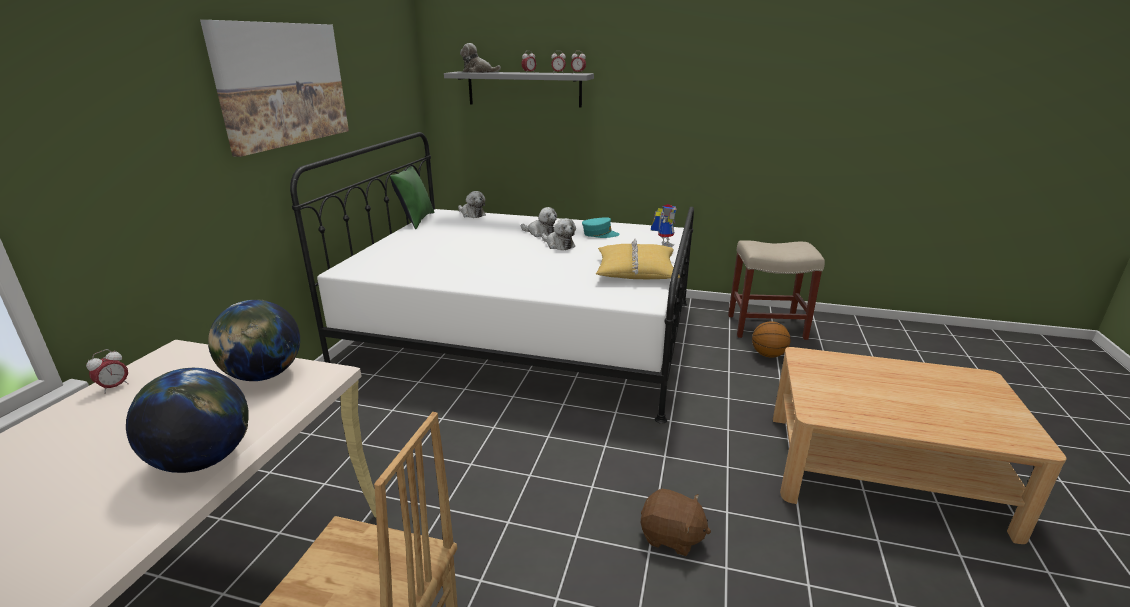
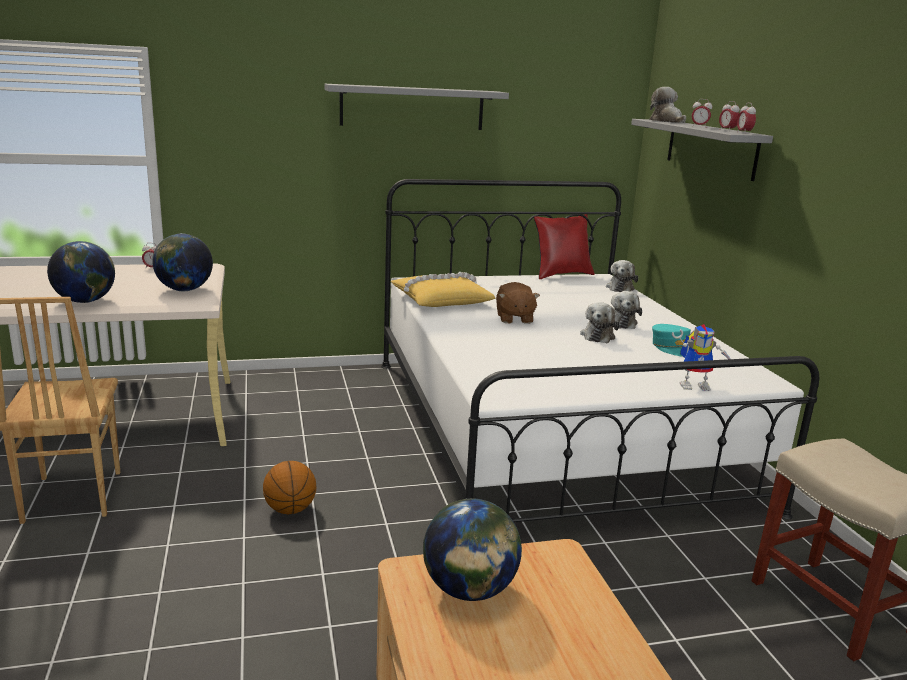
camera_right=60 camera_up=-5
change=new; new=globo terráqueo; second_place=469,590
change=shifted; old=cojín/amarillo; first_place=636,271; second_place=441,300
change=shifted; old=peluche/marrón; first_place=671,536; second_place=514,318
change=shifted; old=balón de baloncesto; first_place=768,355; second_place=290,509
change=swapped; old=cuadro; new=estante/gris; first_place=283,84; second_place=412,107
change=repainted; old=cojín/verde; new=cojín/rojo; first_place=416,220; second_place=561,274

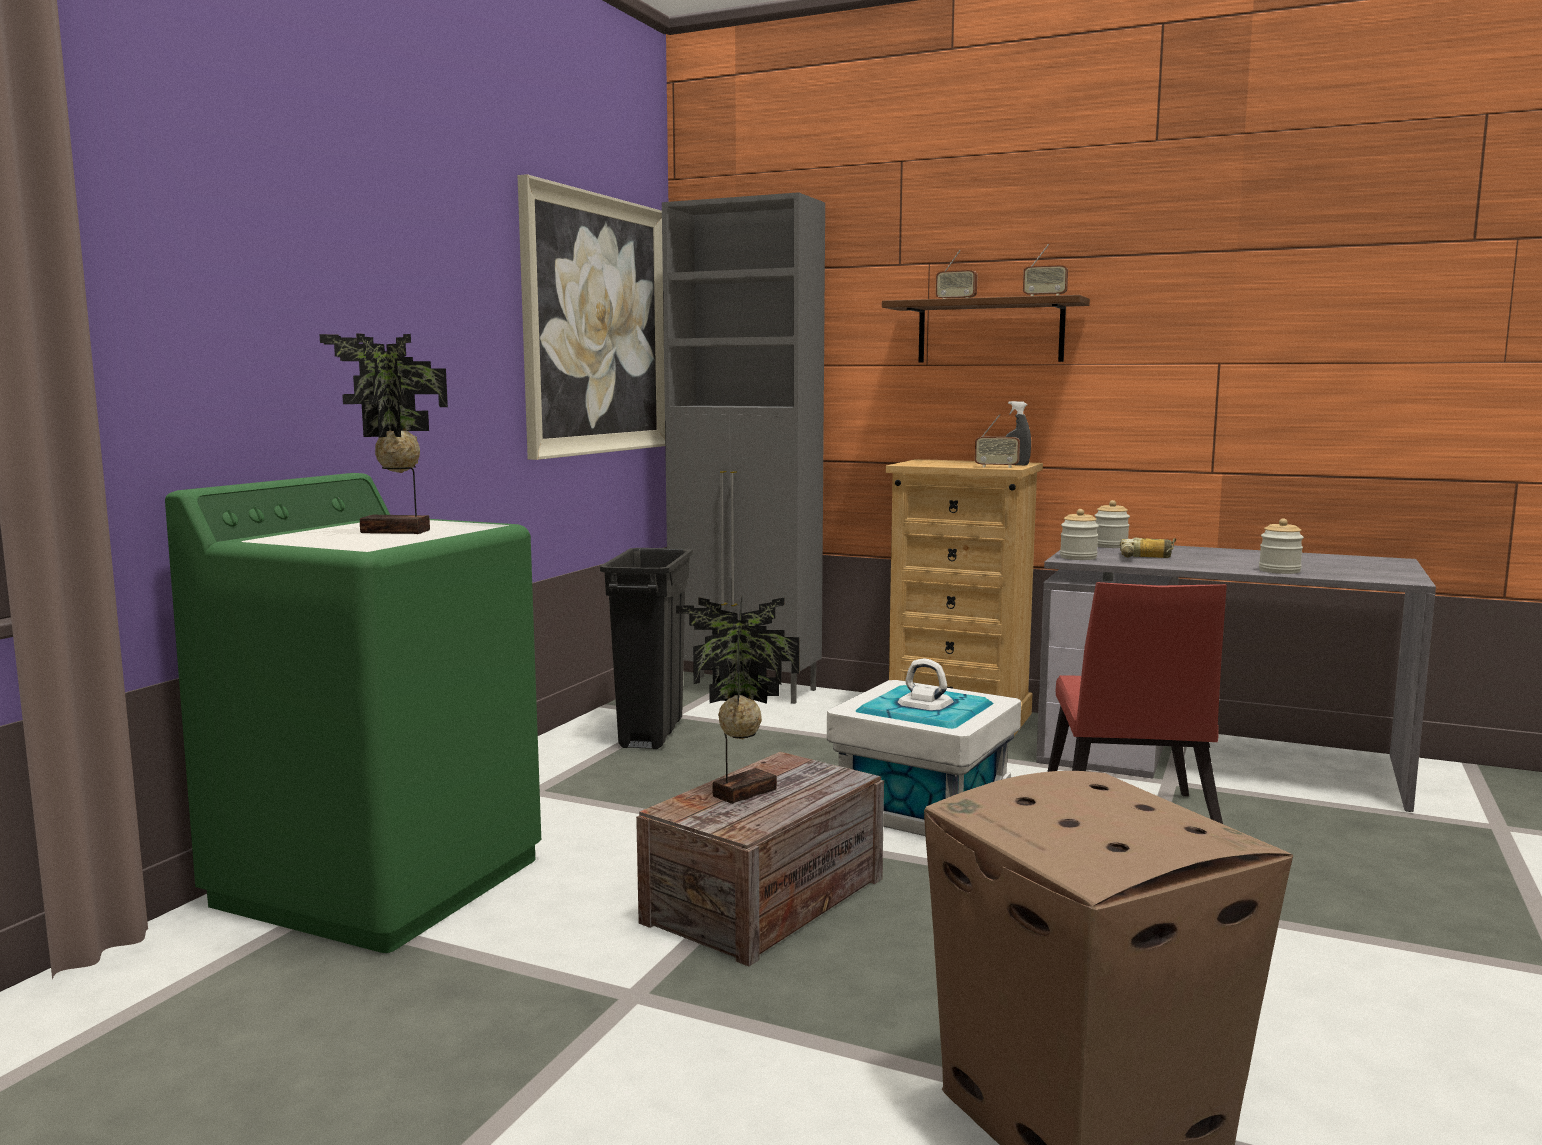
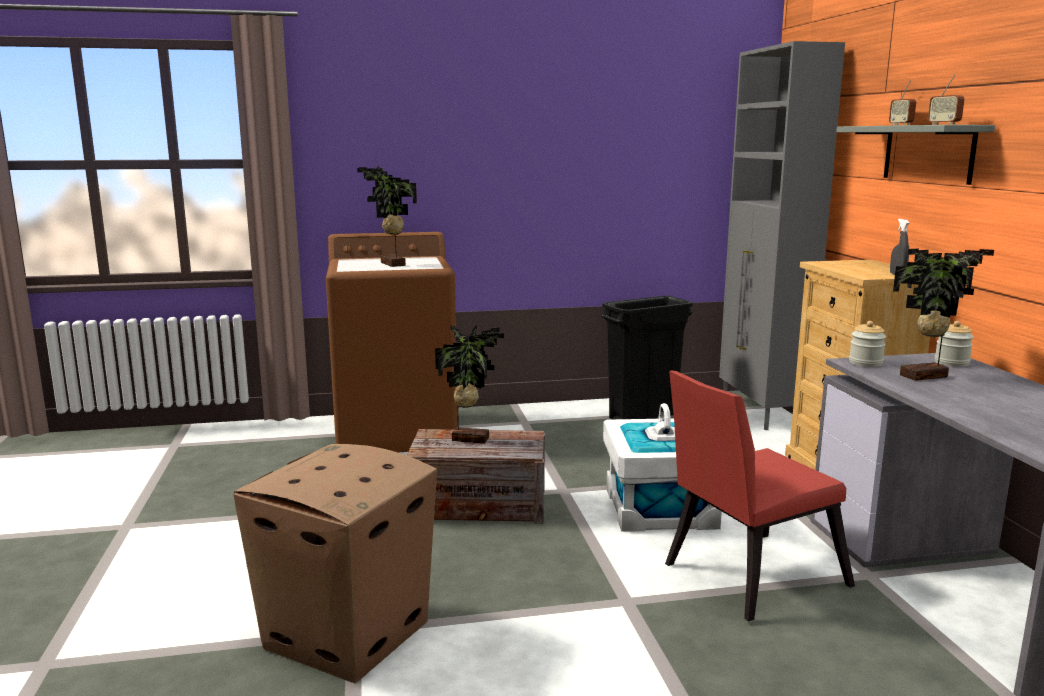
camera_right=55 camera_up=5
change=gone; old=cuadro; first_place=597,326
change=gone; old=radio; first_place=996,467
change=gone; old=tarro; first_place=1279,571
change=swapped; old=taladro; new=planta en maceta; first_place=1147,557; second_place=926,377
change=repainted; old=lavadora/verde; new=lavadora/marrón; first_place=381,880; second_place=397,432
change=repainted; old=estante/marrón; new=estante/gris; first_place=990,331; second_place=928,153

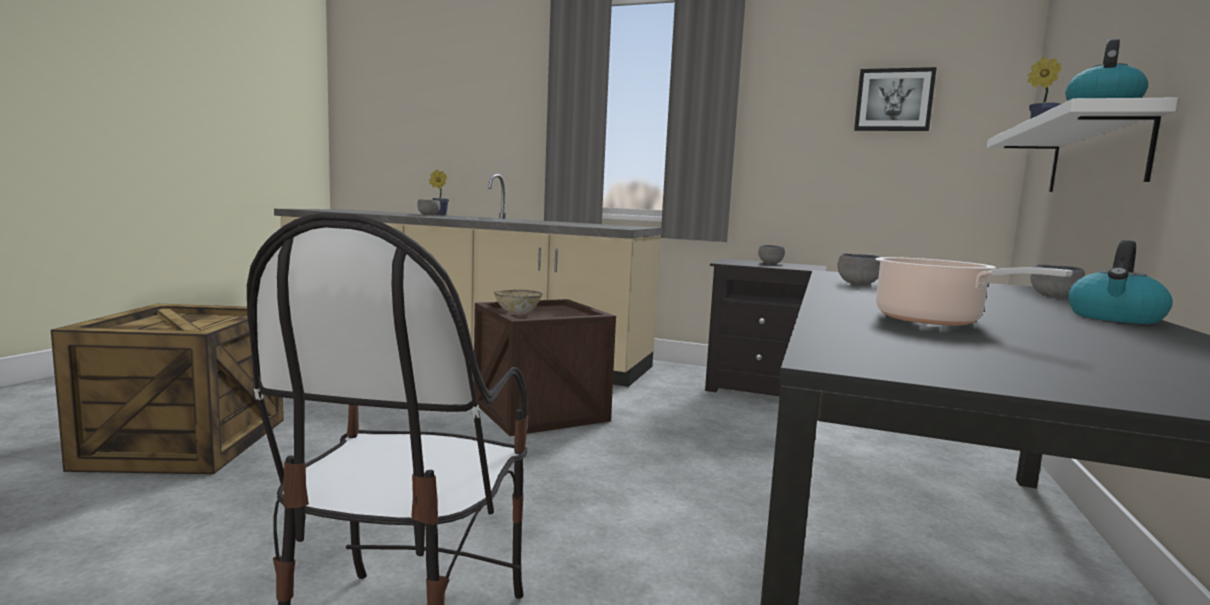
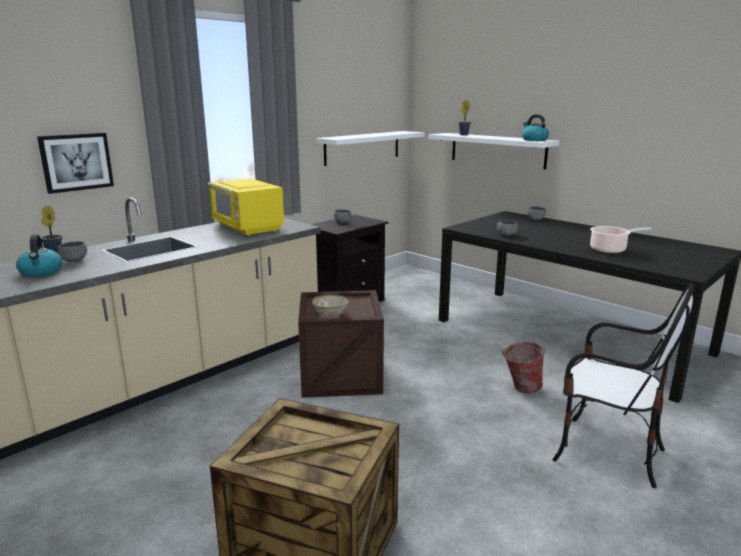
camera_right=-65 camera_up=10
change=new; new=microondas/amarillo; second_place=247,227
change=new; new=estante/blanco; second_place=362,147
change=new; new=cubo; second_place=520,388
change=shifted; old=cuadro; first_place=893,100; second_place=76,162
change=shifted; old=hervidor; first_place=1115,318; second_place=41,272

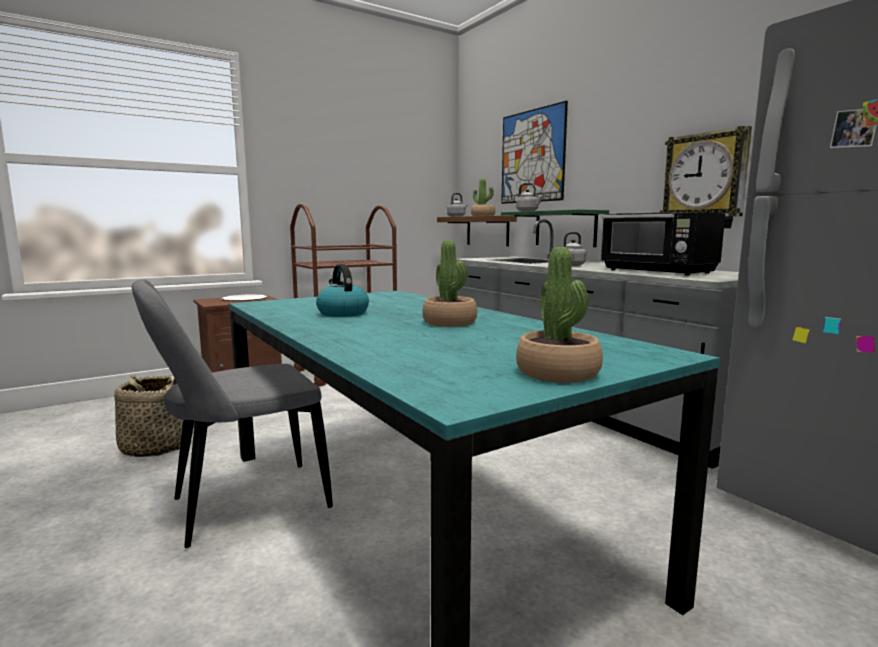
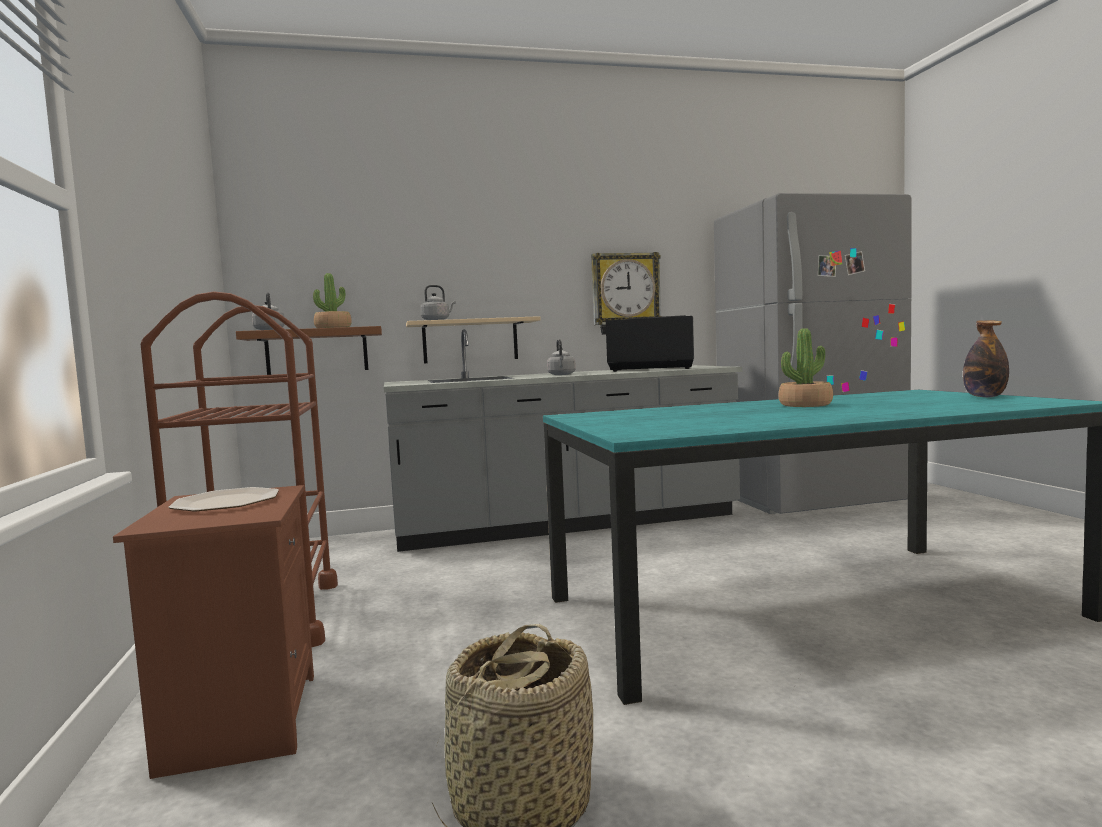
camera_right=-70 camera_up=-5
change=gone; old=silla/gris; first_place=243,505
change=gone; old=hervidor; first_place=342,313
change=gone; old=cuadro; first_place=532,156
change=swapped; old=planta en maceta; new=botella; first_place=558,373; second_place=985,396
change=repainted; old=estante/verde; new=estante/beis; first_place=565,228; second_place=470,341
change=rotated; old=microondas/negro; first_place=658,271; second_place=650,369; degrees=-150

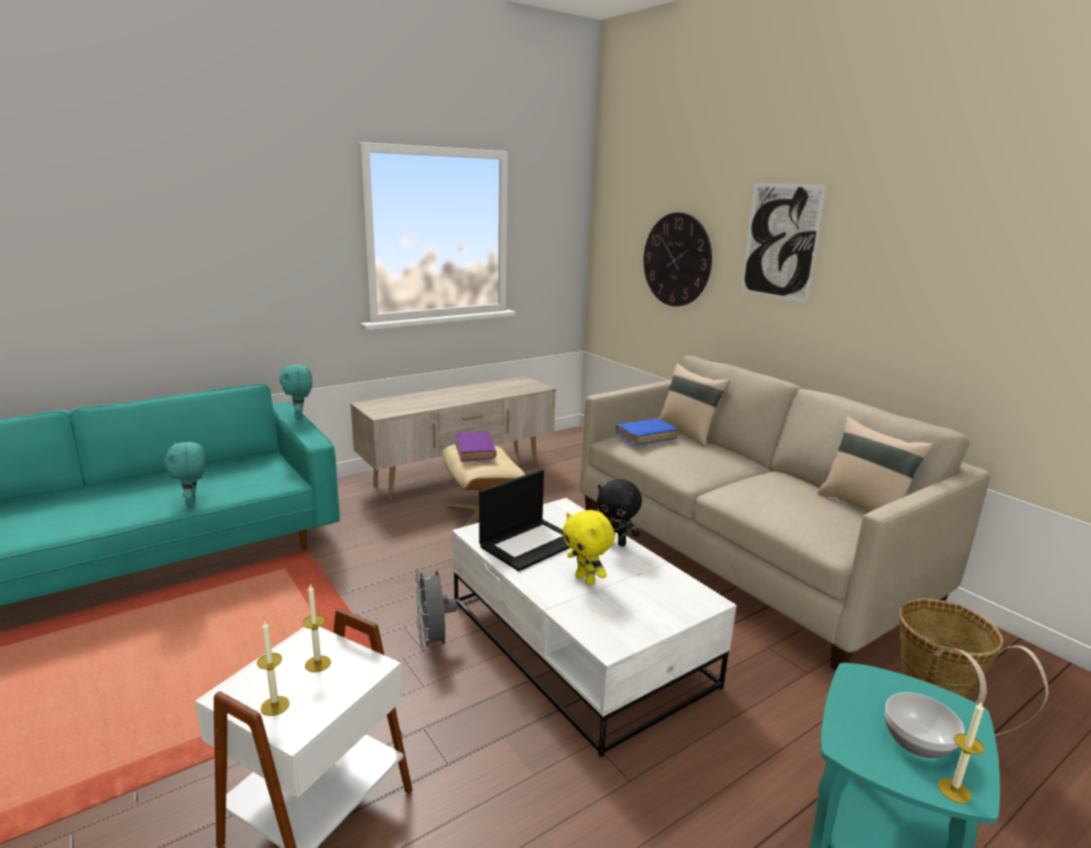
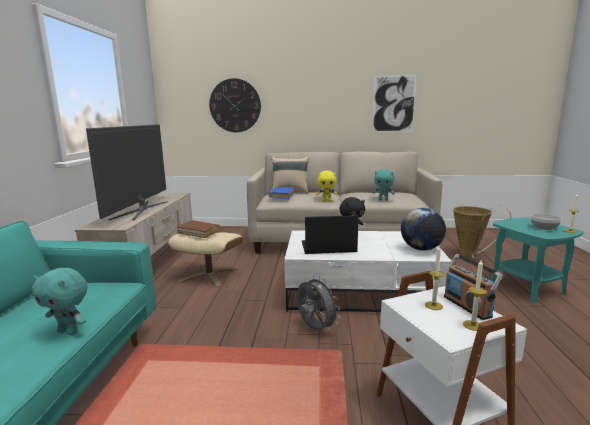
camera_right=-50 camera_up=-5
change=gone; old=cojín/beis; first_place=864,507
change=new; new=televisor; second_place=140,210
change=new; new=globo terráqueo; second_place=421,249
change=new; new=radio; second_place=467,306
change=shifted; old=peluche/turquesa; first_place=300,416; second_place=383,200
change=shifted; old=peluche/amarillo; first_place=586,580; second_place=326,201
change=shifted; old=cuadro; first_place=780,241; second_place=393,103
change=repainted; old=libro/morado; new=libro/marrón; first_place=475,452; second_place=199,233
change=rotated; old=ventilador/gris; first_place=433,642; second_place=315,329; degrees=-150
change=rotated; old=portátil; first_place=530,543; second_place=328,247; degrees=-90

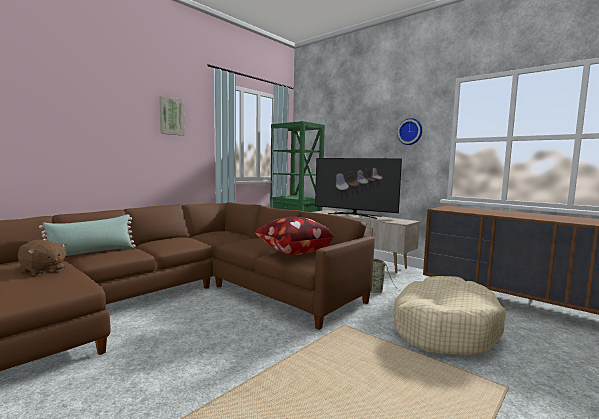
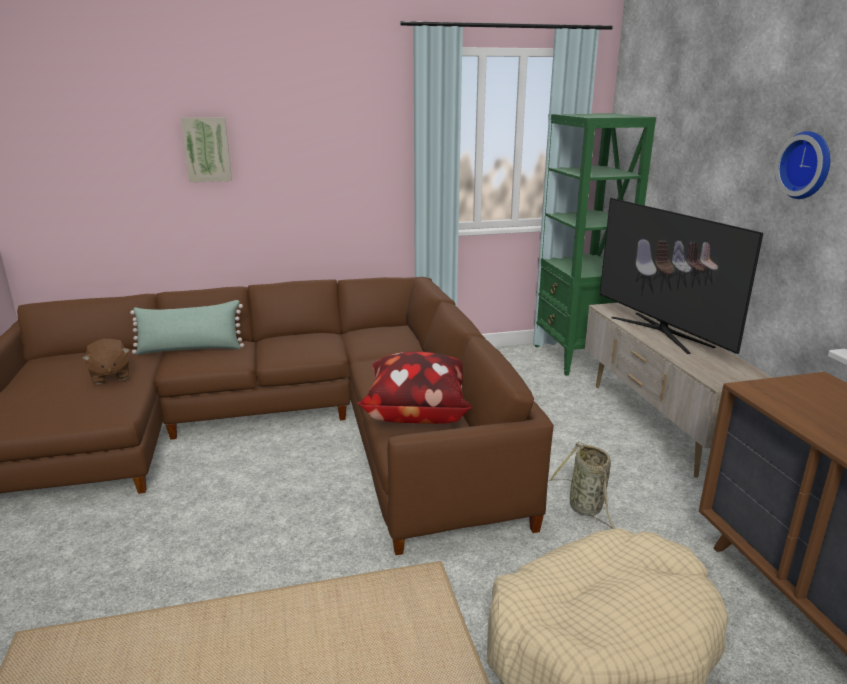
camera_right=35 camera_up=15
change=shifted; old=cuadro; first_place=171,116; second_place=207,149

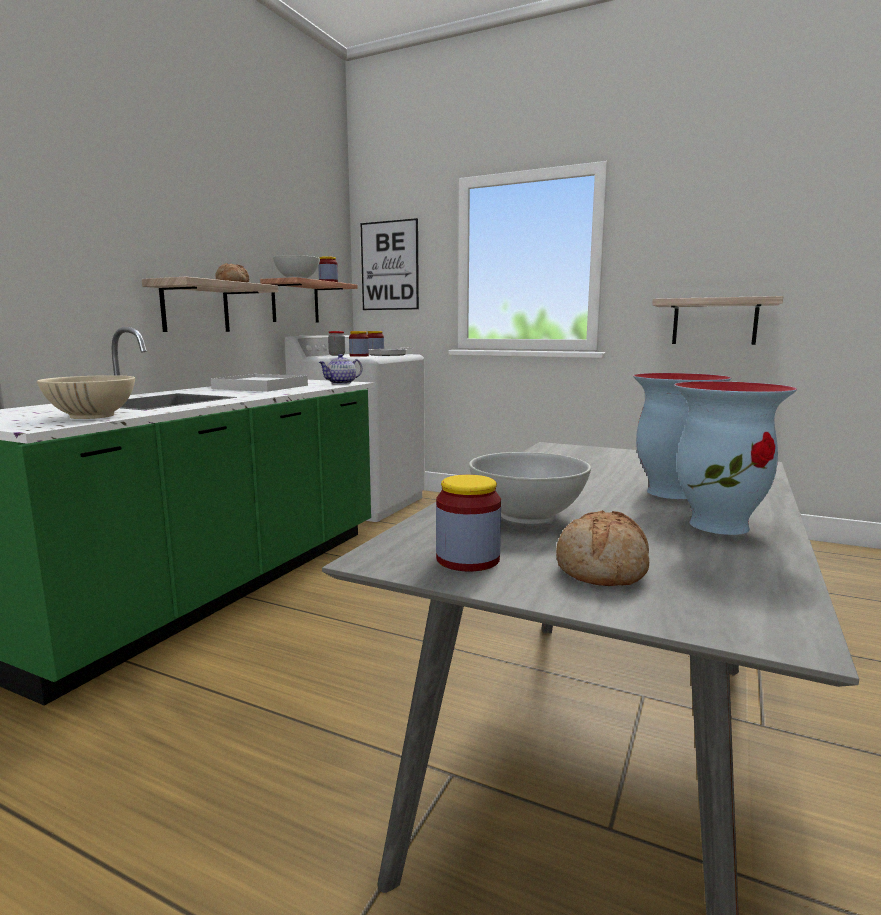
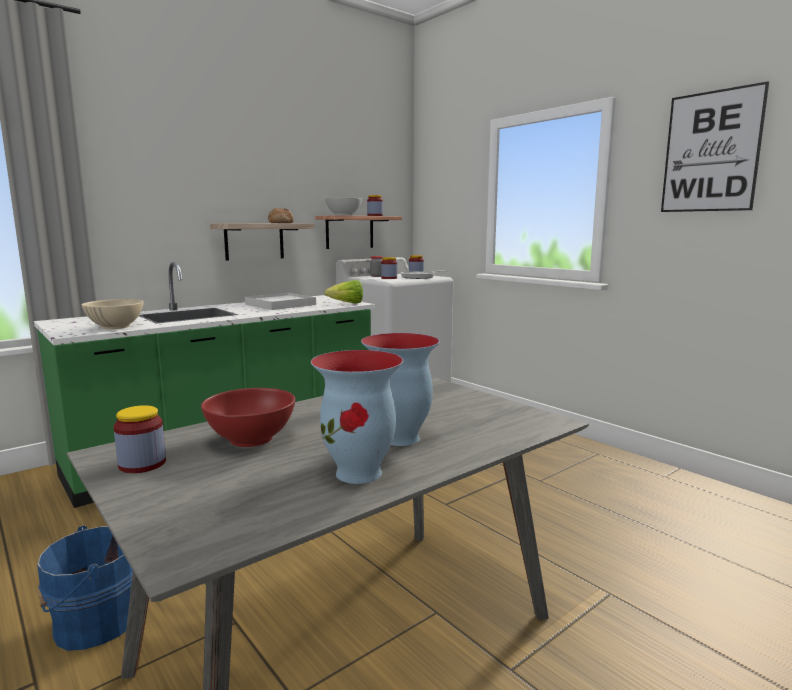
camera_right=25 camera_up=0
change=gone; old=pan; first_place=604,569
change=gone; old=estante; first_place=714,322
change=new; new=cubo/azul; second_place=92,623
change=shifted; old=cuadro; first_place=389,266; second_place=711,152
change=swapped; old=tetera; new=lechuga; first_place=341,383; second_place=347,303
change=repainted; old=cuenco/blanco; new=cuenco/rojo; first_place=528,516; second_place=251,439

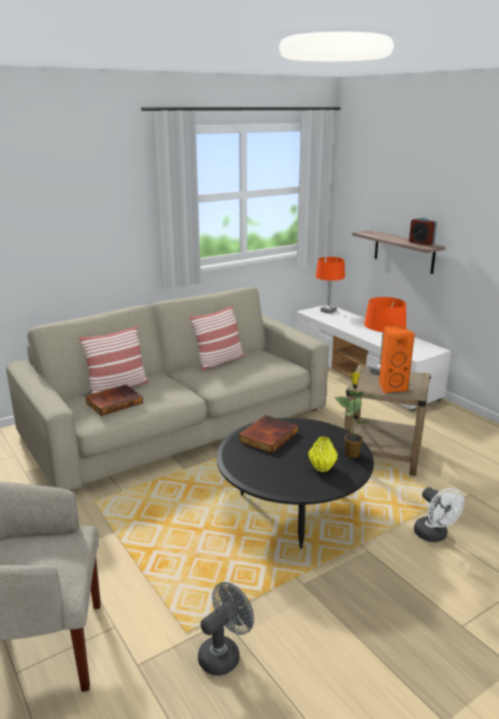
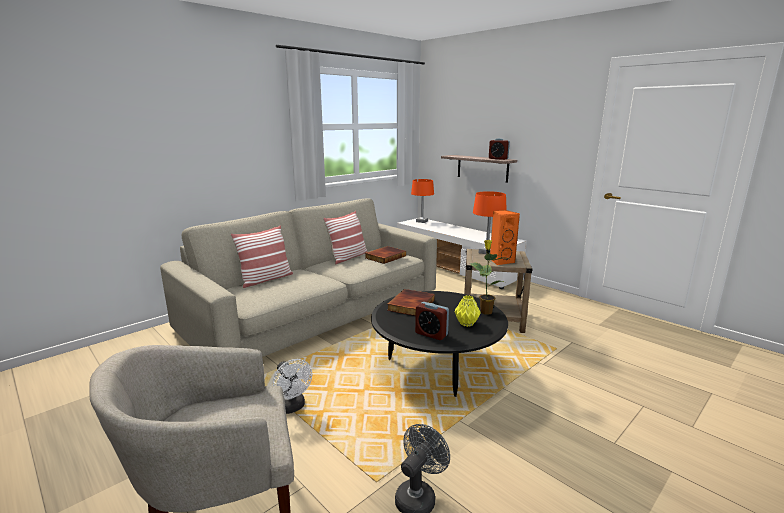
camera_right=-10 camera_up=-5
change=new; new=despertador; second_place=431,334
change=shifted; old=libro; first_place=114,402; second_place=385,256
change=shifted; old=ventilador/blanco; first_place=434,536; second_place=292,407

